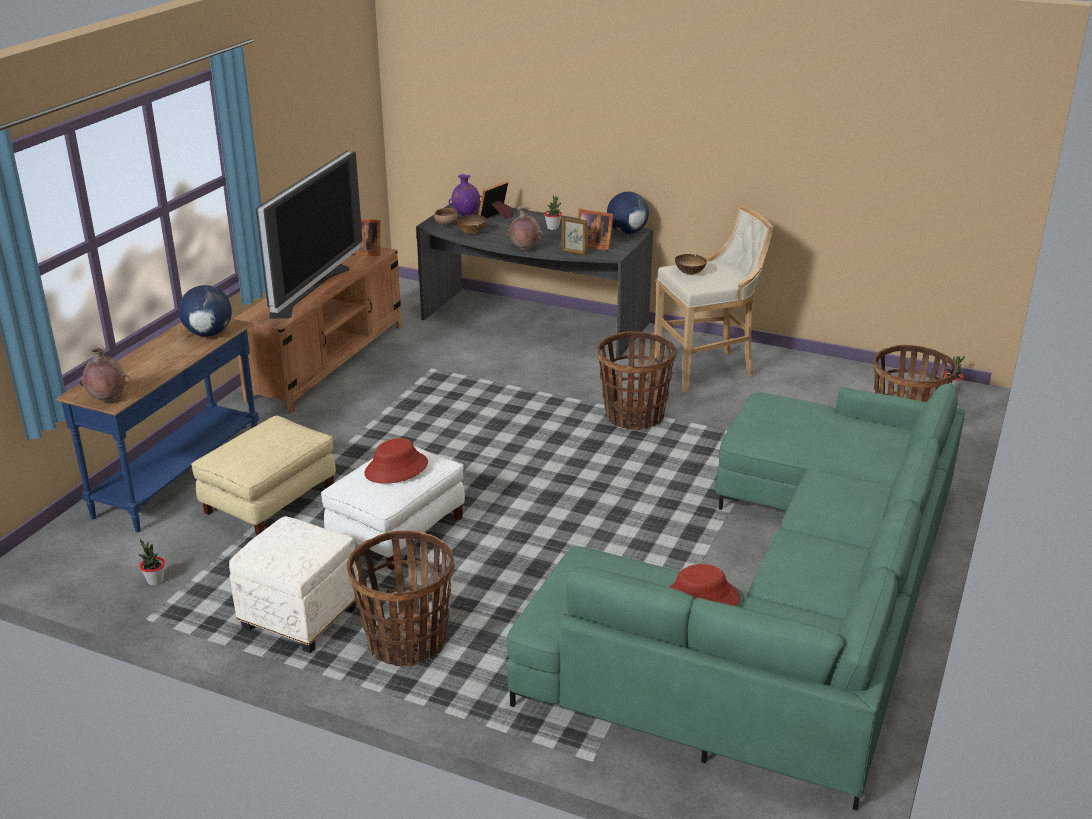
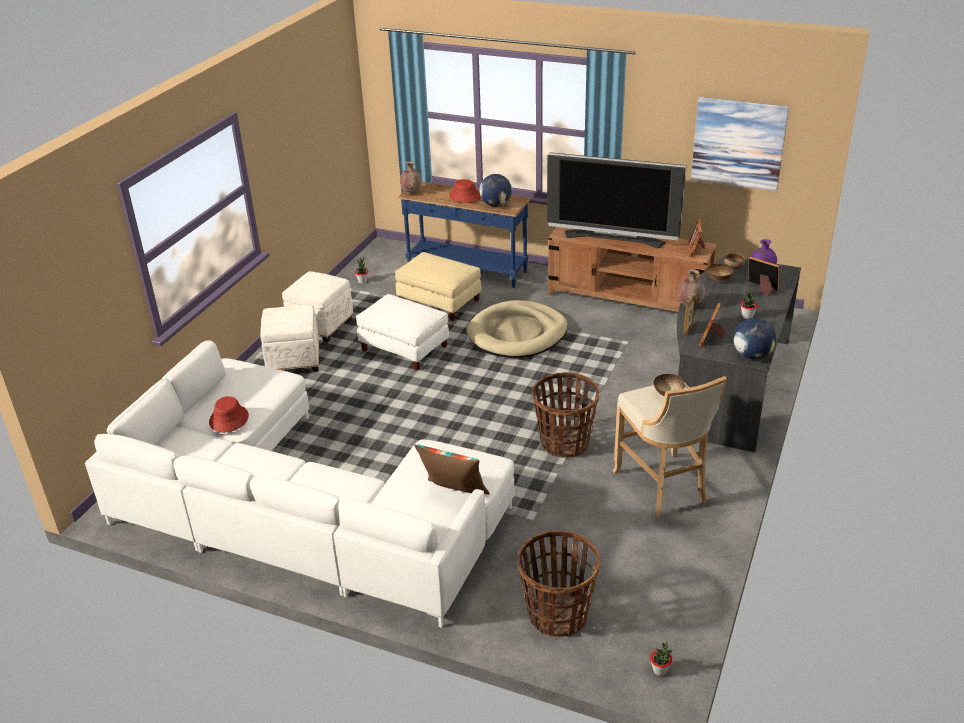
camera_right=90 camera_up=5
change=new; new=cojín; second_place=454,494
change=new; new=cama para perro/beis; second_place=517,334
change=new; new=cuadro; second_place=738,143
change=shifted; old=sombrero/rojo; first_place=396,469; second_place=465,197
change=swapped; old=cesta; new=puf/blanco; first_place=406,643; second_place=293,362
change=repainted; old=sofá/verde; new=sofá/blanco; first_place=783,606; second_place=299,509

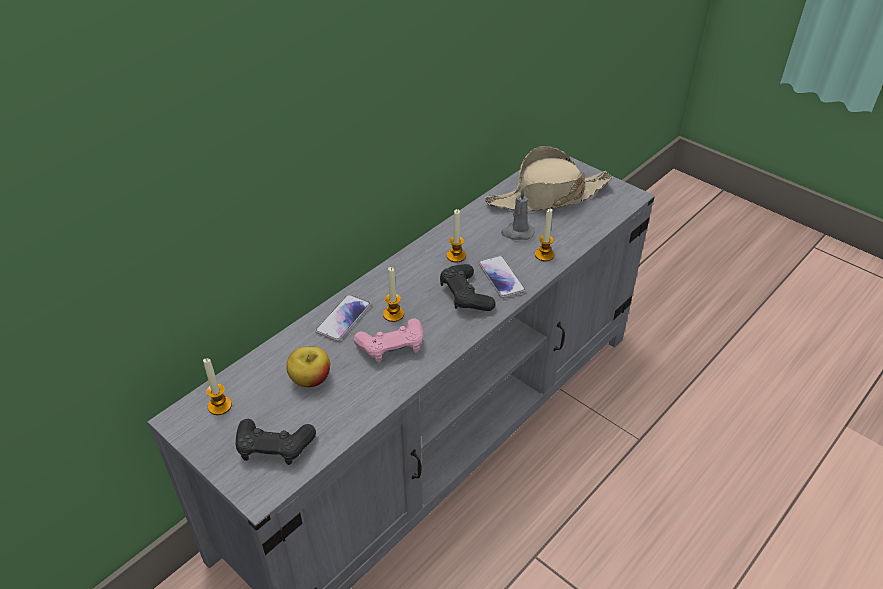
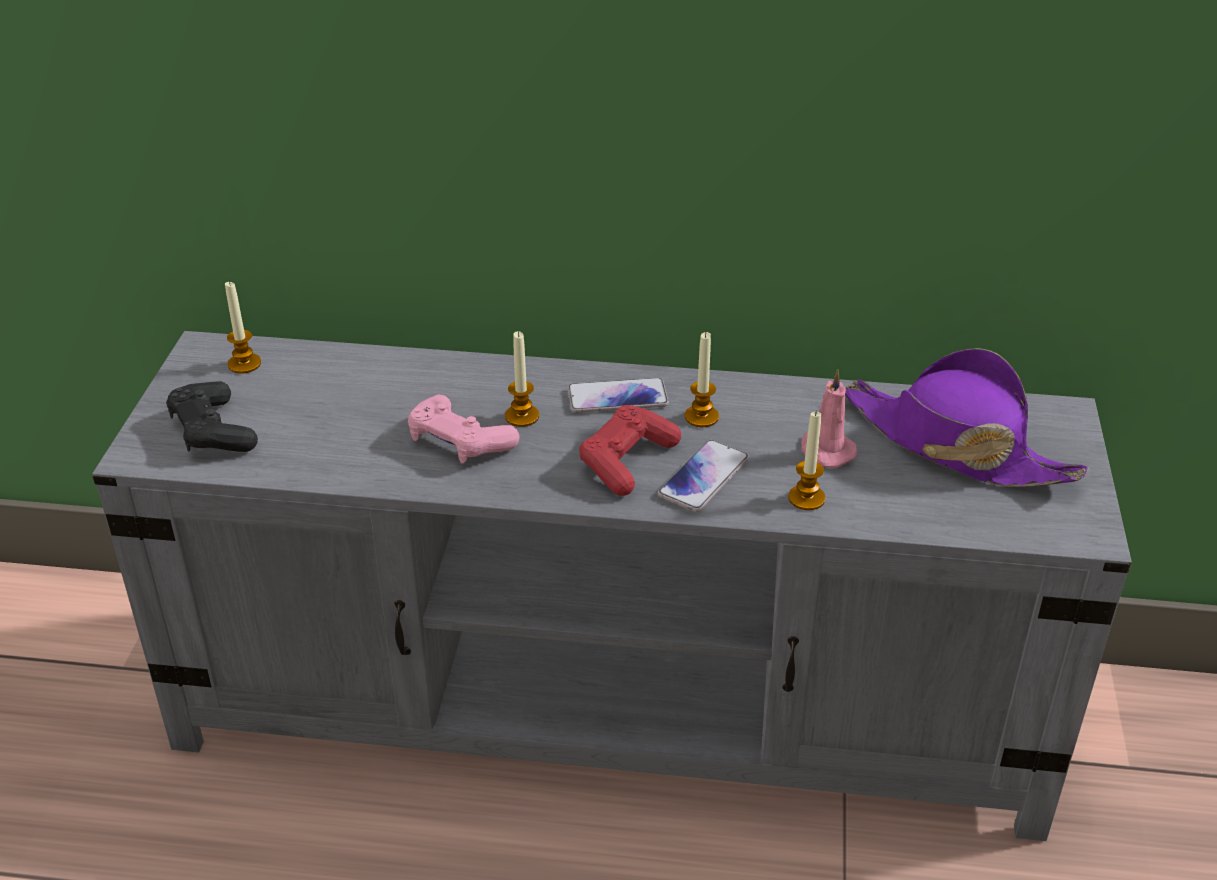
camera_right=55 camera_up=-5
change=gone; old=manzana; first_place=310,379
change=shifted; old=móvil; first_place=343,318; second_place=617,397
change=repainted; old=mando de consola/negro; new=mando de consola/rojo; first_place=465,295; second_place=627,461
change=repainted; old=sombrero/beis; new=sombrero/morado; first_place=548,197; second_place=955,445
change=repainted; old=vela/gris; new=vela/rosa; first_place=517,233; second_place=825,451

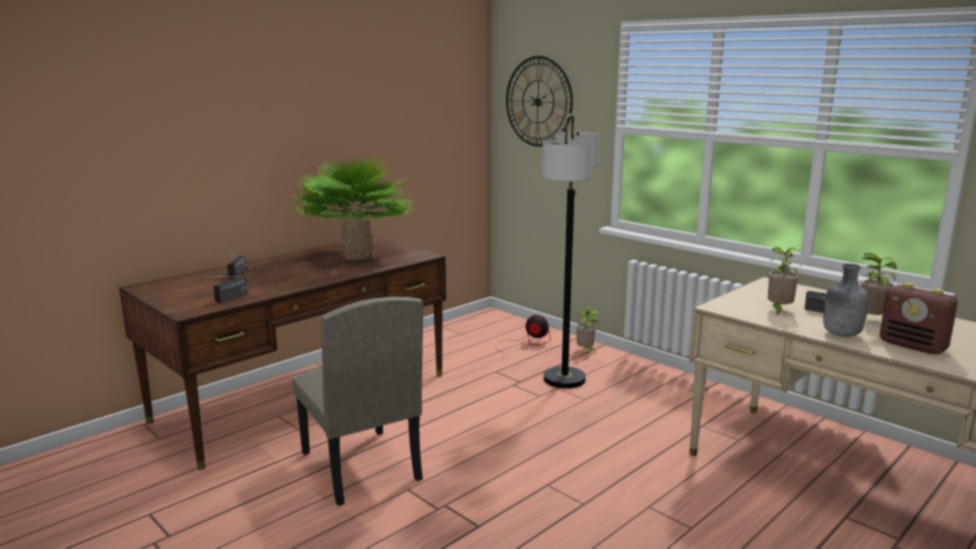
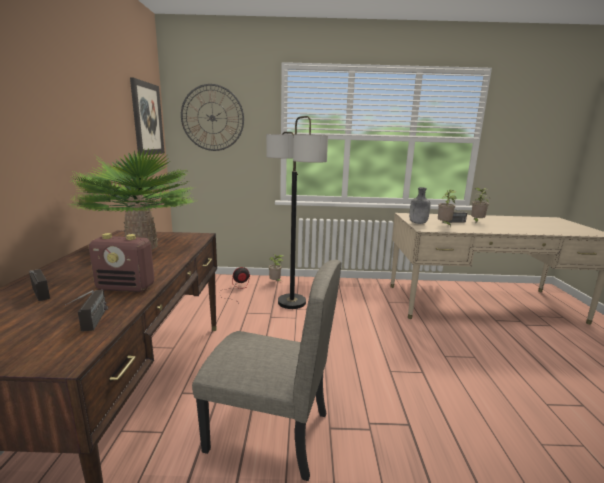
camera_right=-45 camera_up=0
change=new; new=cuadro; second_place=147,119
change=shifted; old=botella/gris; first_place=840,334; second_place=417,223
change=shifted; old=radio; first_place=913,346; second_place=126,287

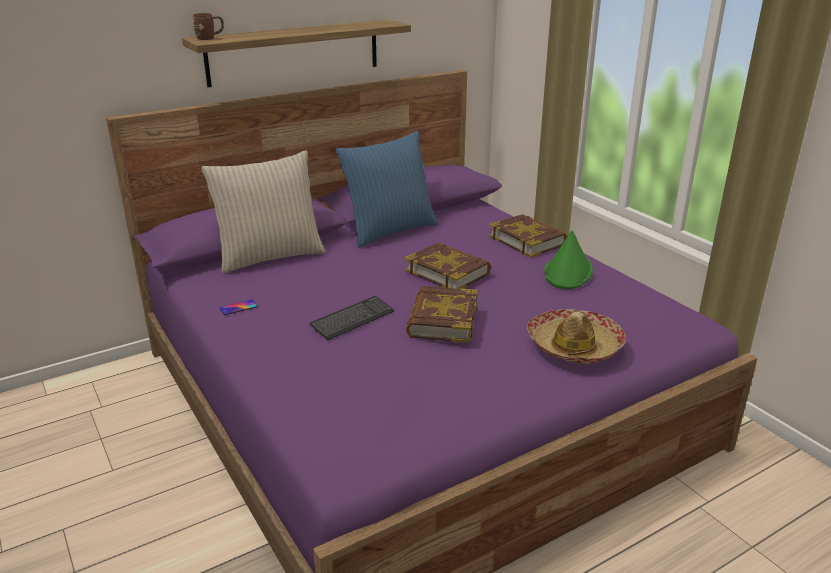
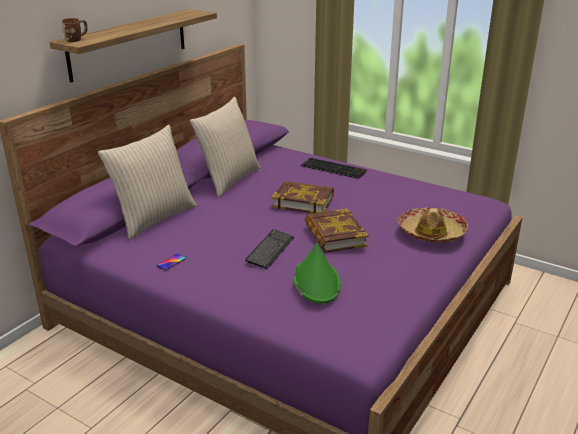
camera_right=-25 camera_up=0
change=shifted; old=sombrero/verde; first_place=567,272; second_place=316,282
change=swapped; old=libro; new=teclado; first_place=527,240; second_place=334,168
change=repainted; old=cojín/azul; new=cojín/beis; first_place=389,230; second_place=228,179

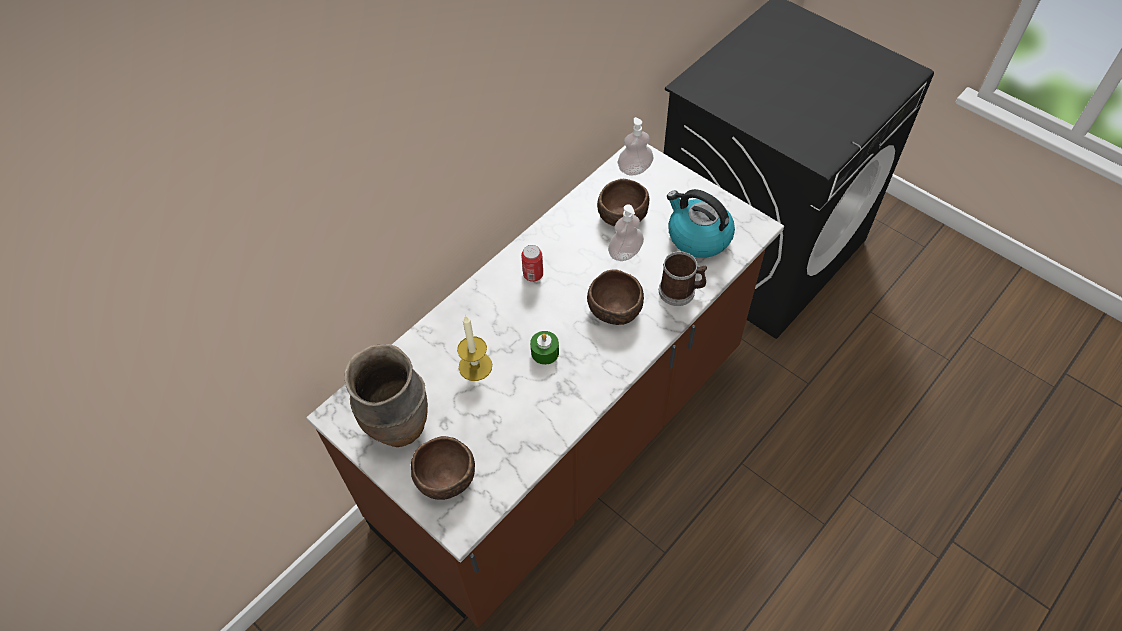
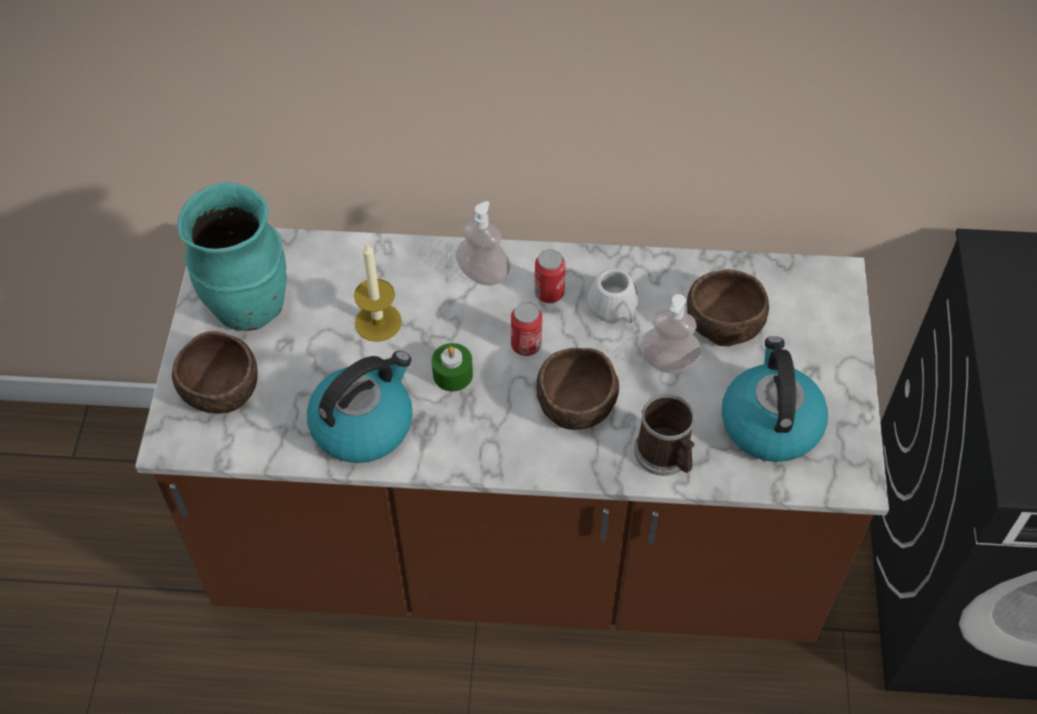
camera_right=50 camera_up=0
change=new; new=hervidor; second_place=363,424
change=new; new=lata; second_place=526,345
change=new; new=taza grande/blanco; second_place=615,310
change=shifted; old=dispensador de jabón; first_place=634,169; second_place=483,274
change=repainted; old=florero/marrón; new=florero/turquesa; first_place=399,426; second_place=248,307

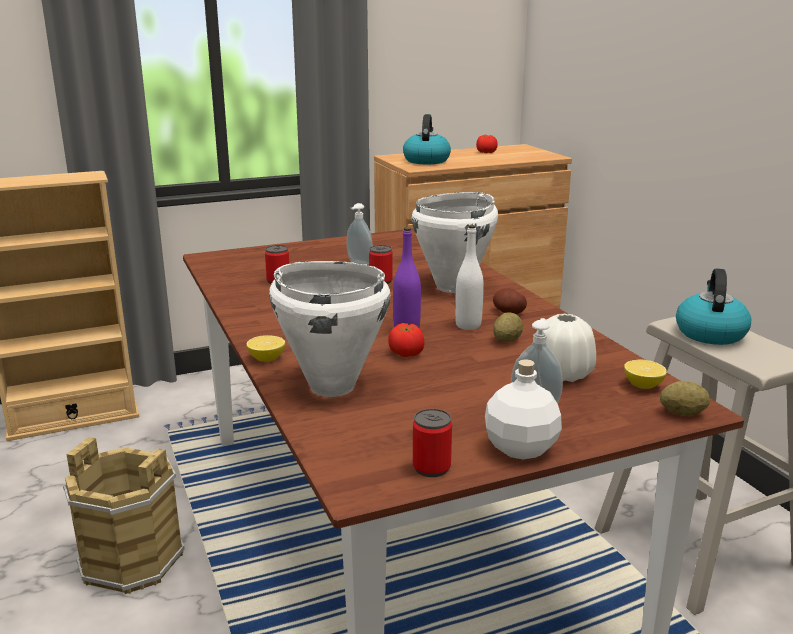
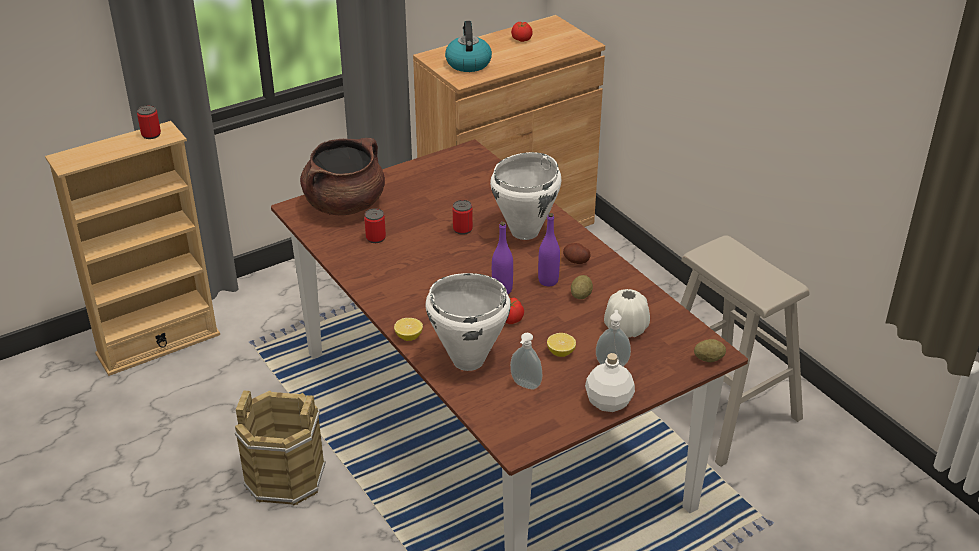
camera_right=-10 camera_up=15
change=gone; old=hervidor; first_place=710,333
change=new; new=olla/marrón; second_place=345,204
change=shifted; old=dispensador de jabón; first_place=358,263; second_place=525,385
change=shifted; old=lata; first_place=431,468; second_place=151,134
change=shifted; old=limón; first_place=643,385; second_place=560,352
change=repainted; old=botella/blanco; new=botella/morado; first_place=468,325; second_place=548,281

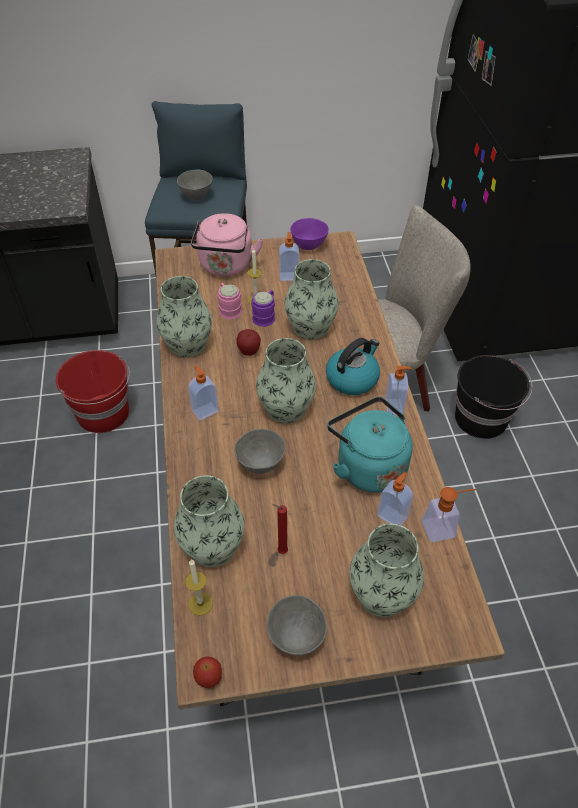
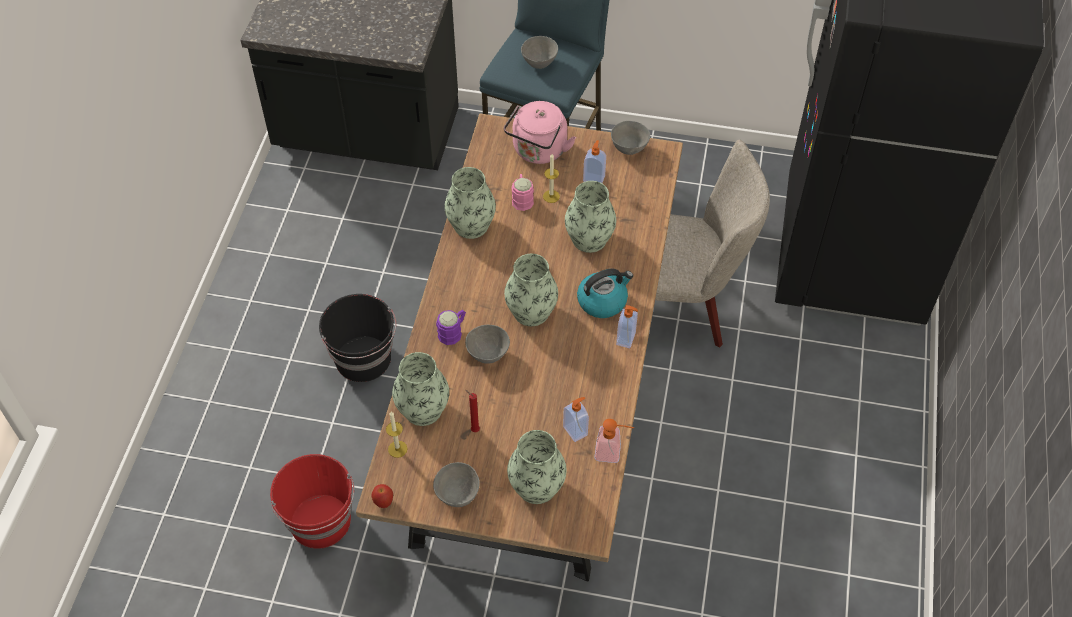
camera_right=20 camera_up=5
change=gone; old=dispensador de jabón; first_place=205,410
change=gone; old=manzana; first_place=249,352
change=gone; old=hervidor/turquesa; first_place=367,466
change=shifted; old=cubo/rojo; first_place=104,413; second_place=321,522
change=shifted; old=taza grande/morado; first_place=265,316; second_place=453,332
change=shifted; old=cubo/negro; first_place=482,419; second_place=364,359
change=repainted; old=cuenco/morado; new=cuenco/gris; first_place=309,246; second_place=629,149

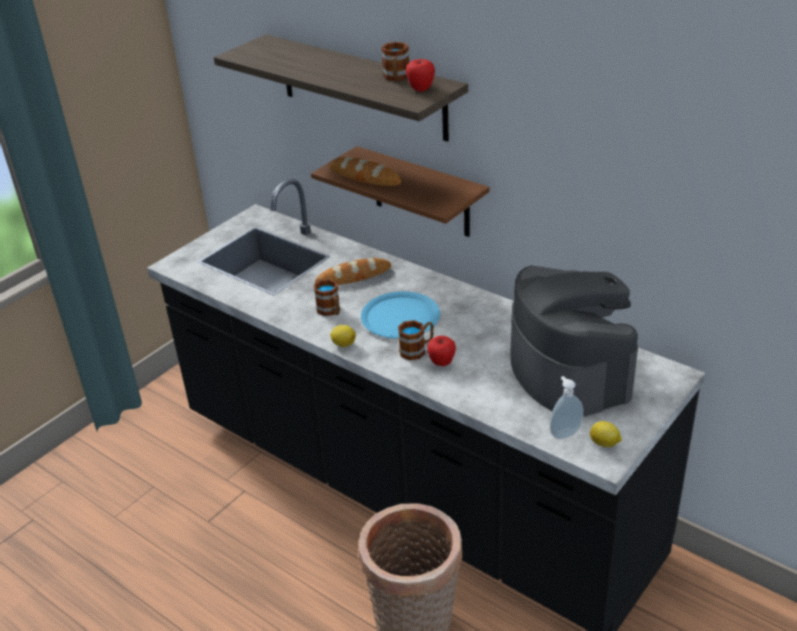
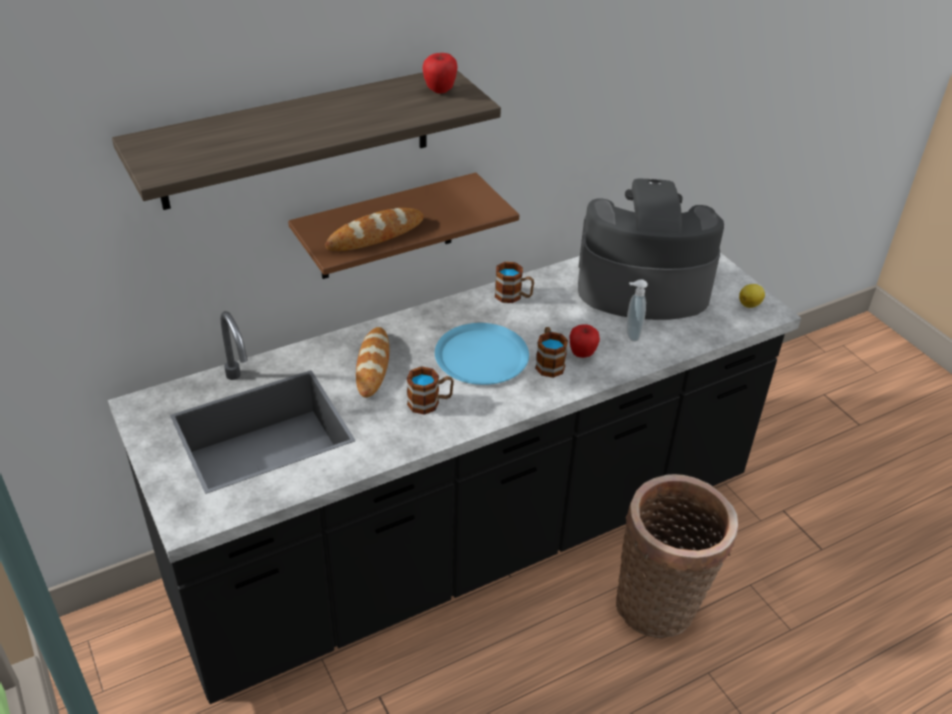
camera_right=-70 camera_up=5
change=gone; old=limón; first_place=343,344
change=shifted; old=taza grande; first_place=396,78; second_place=513,296
change=shifted; old=dispensador de jabón; first_place=564,433; second_place=631,334

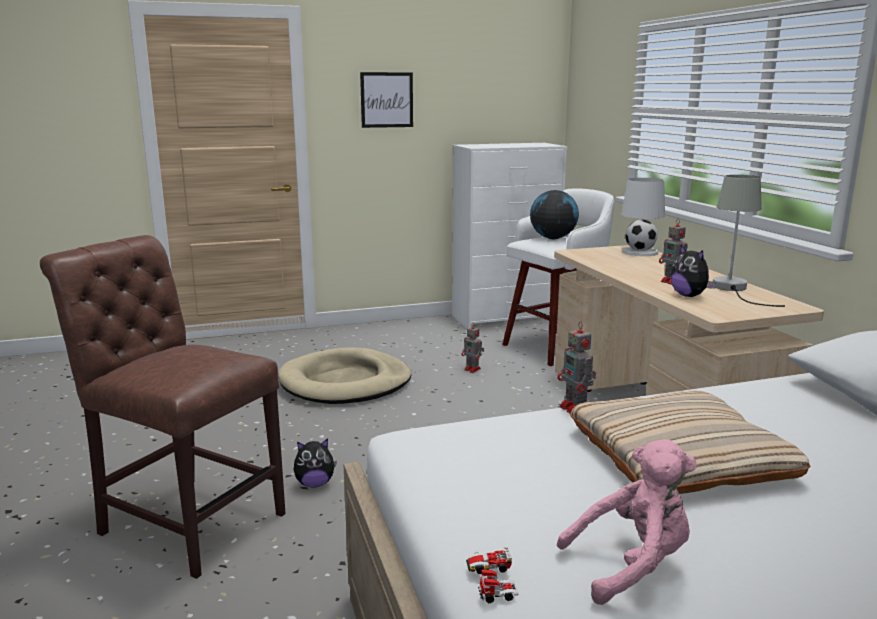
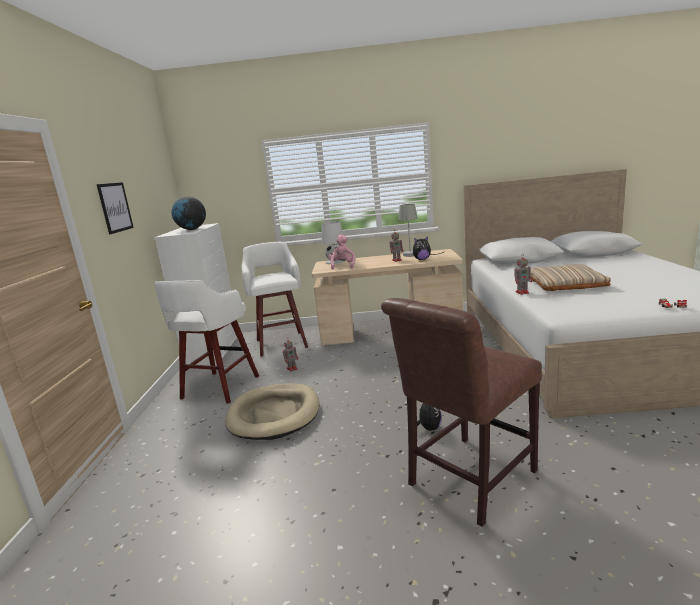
camera_right=-70 camera_up=0
change=new; new=taburete/blanco; second_place=219,388
change=shifted; old=globo terráqueo; first_place=553,238; second_place=192,229
change=shifted; old=peluche/rosa; first_place=631,565; second_place=343,266

